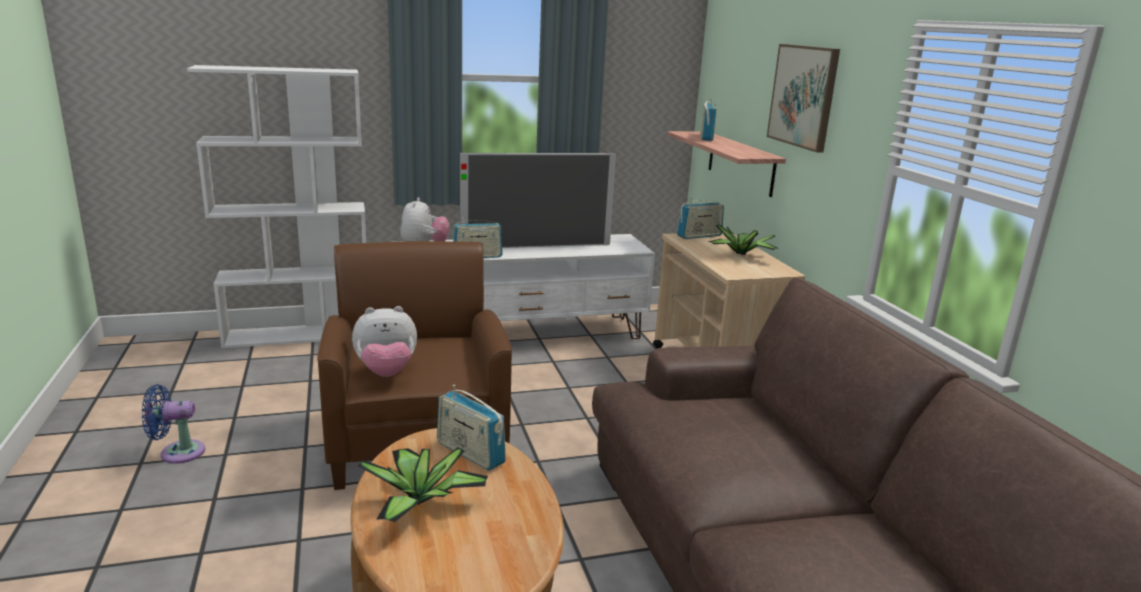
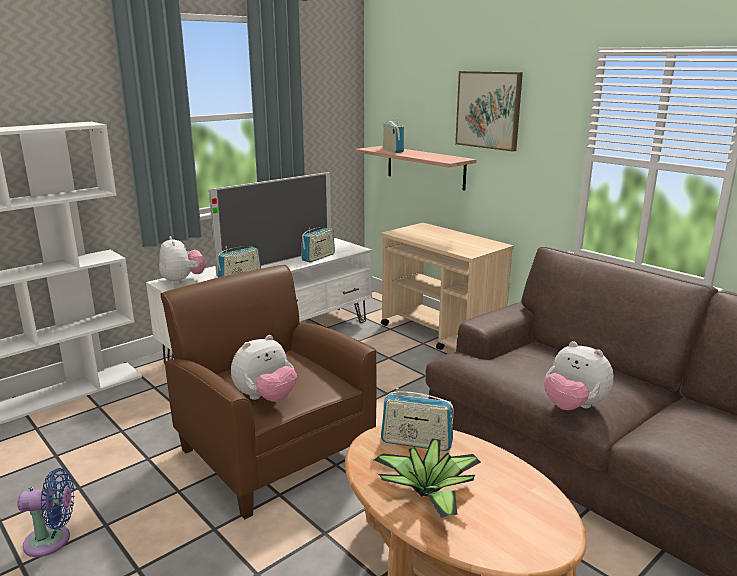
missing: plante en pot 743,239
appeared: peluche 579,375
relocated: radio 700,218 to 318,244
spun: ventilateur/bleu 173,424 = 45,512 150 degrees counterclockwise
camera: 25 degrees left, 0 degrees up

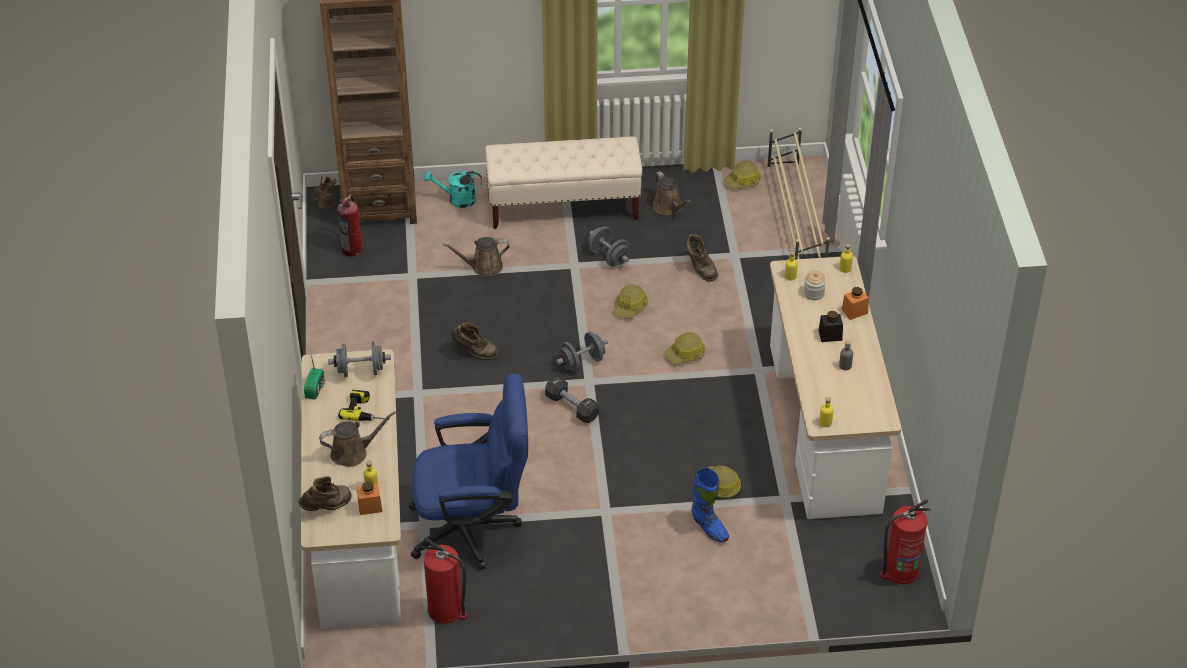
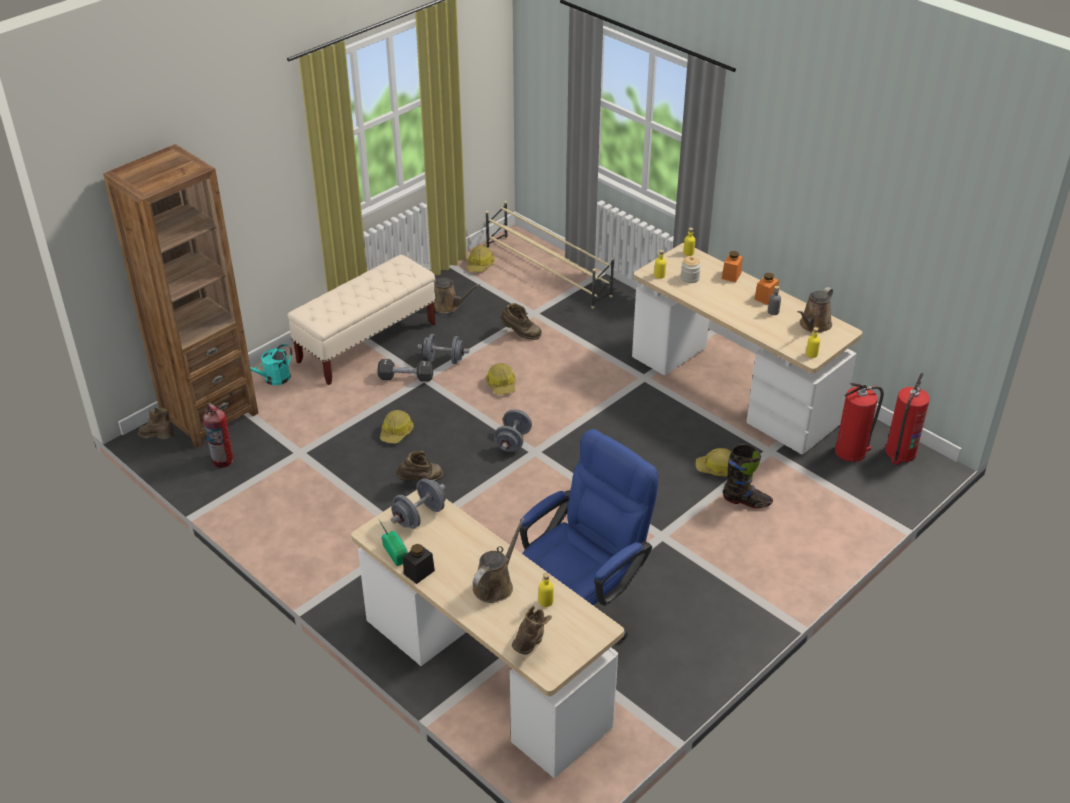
missing: perceuse 364,405
relocated: bocal/orange 369,498 to 766,289; extincteur 444,580 to 859,422; arrosoir/marron 476,256 to 815,310; haltère/noir 572,399 to 405,370; casque de chantier 684,348 to 397,427; bocal/noir 830,326 to 419,564
colour: botte/bleu 710,505 to botte/noir 748,476
camera: 40 degrees left, 5 degrees down

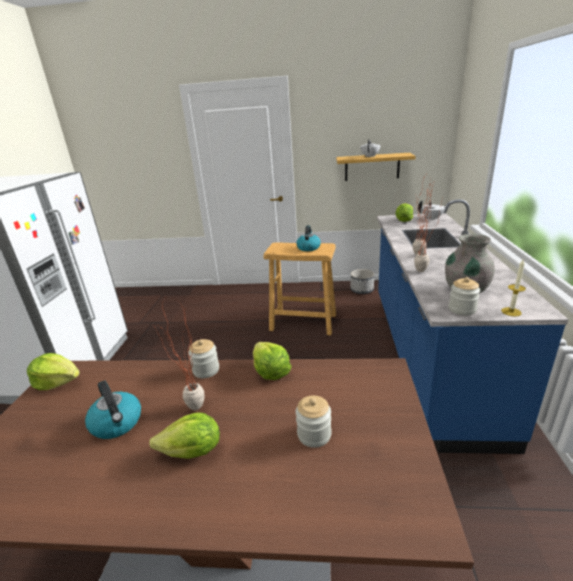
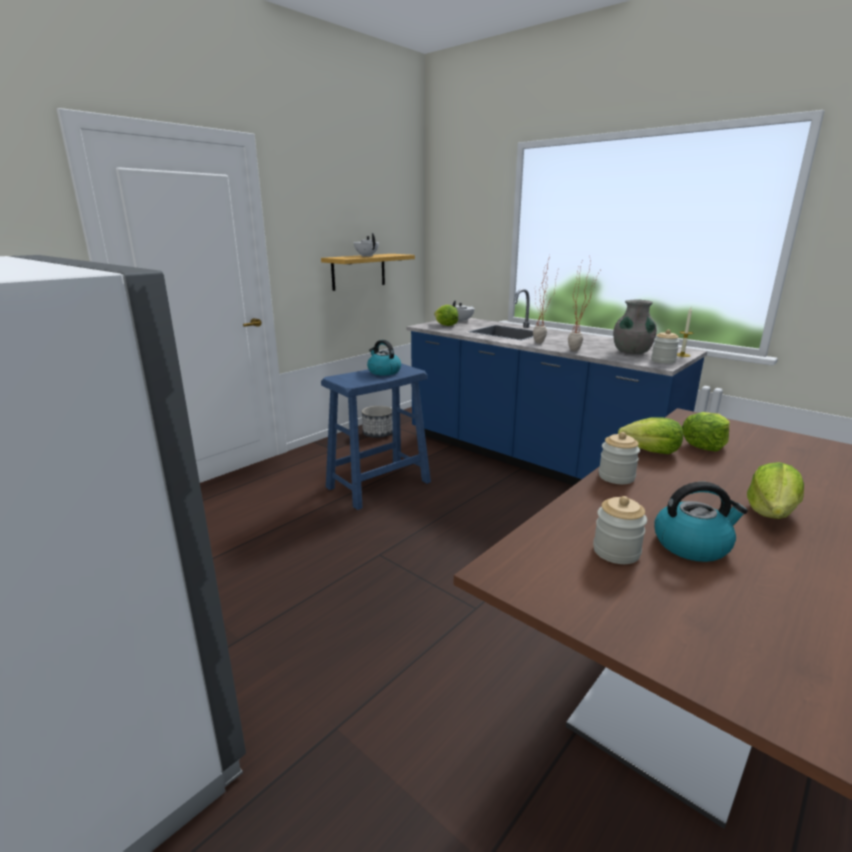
missing: plante en pot 178,354
relocated: laitue 53,371 to 705,431; bocal 314,421 to 620,530
colour: tabouret/beige 299,288 to tabouret/bleu 376,436
camera: 55 degrees left, 5 degrees down

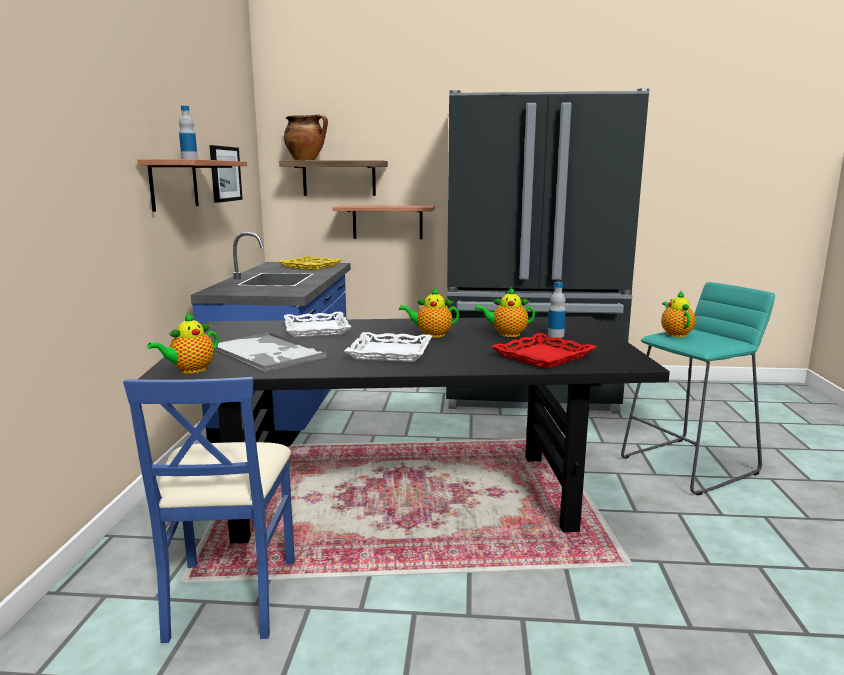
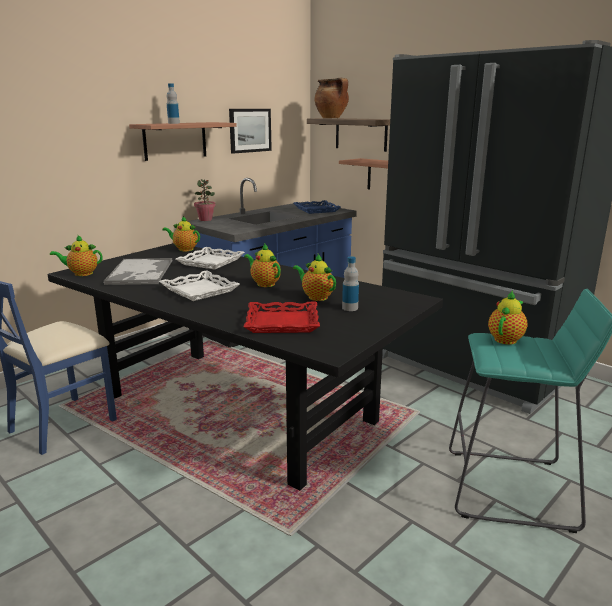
appeared: théière 181,233; plante en pot 205,200
colour: plateau/jaune 310,263 to plateau/bleu 317,207
camera: 40 degrees right, 5 degrees up

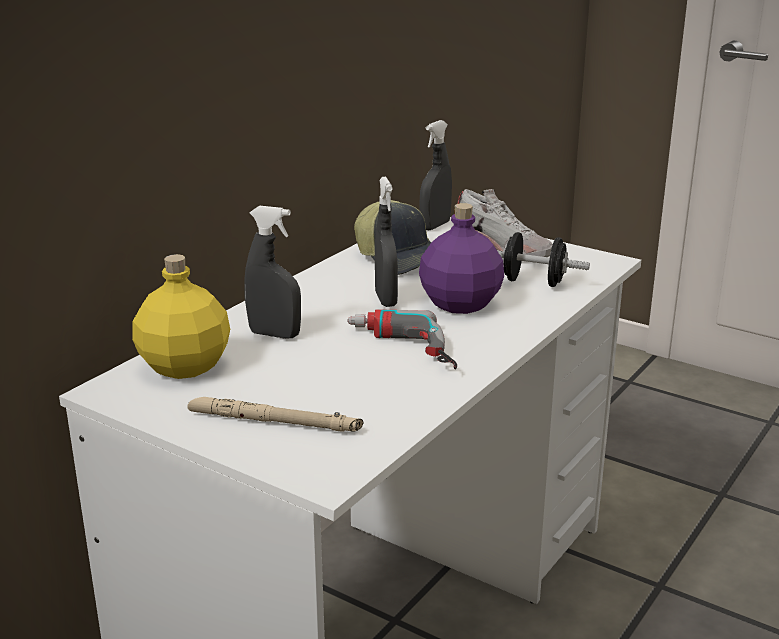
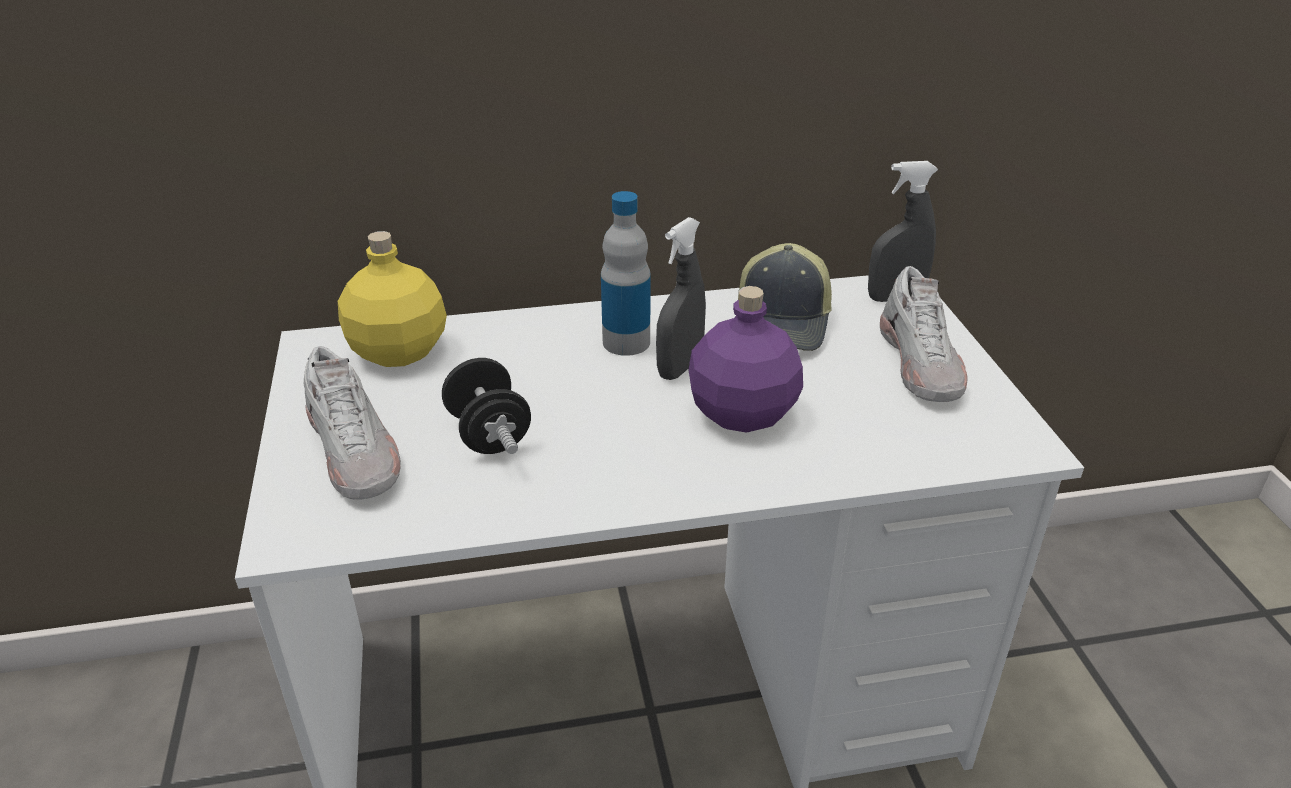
missing: vaporisateur/gris 272,272; perceuse 402,339
appeared: bouteille 626,273
relocated: haltère/noir 543,259 to 486,406
exchanged: lampe de poche/beige 275,414 to chaussure/blanc 352,423
camera: 45 degrees right, 10 degrees up

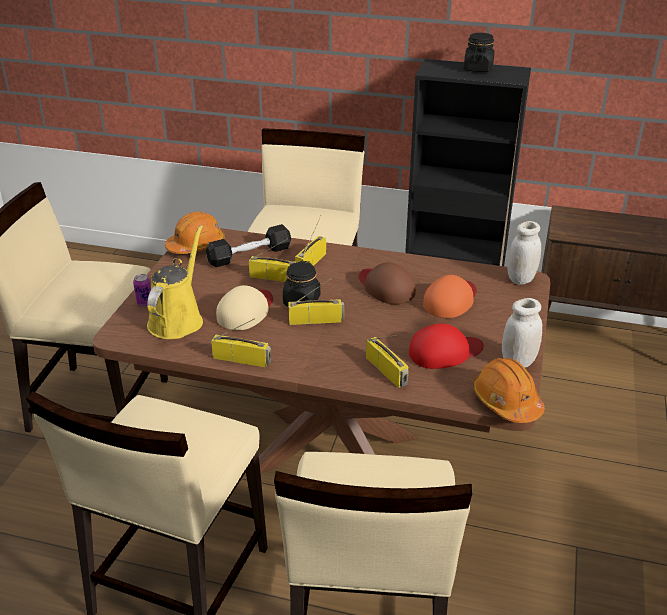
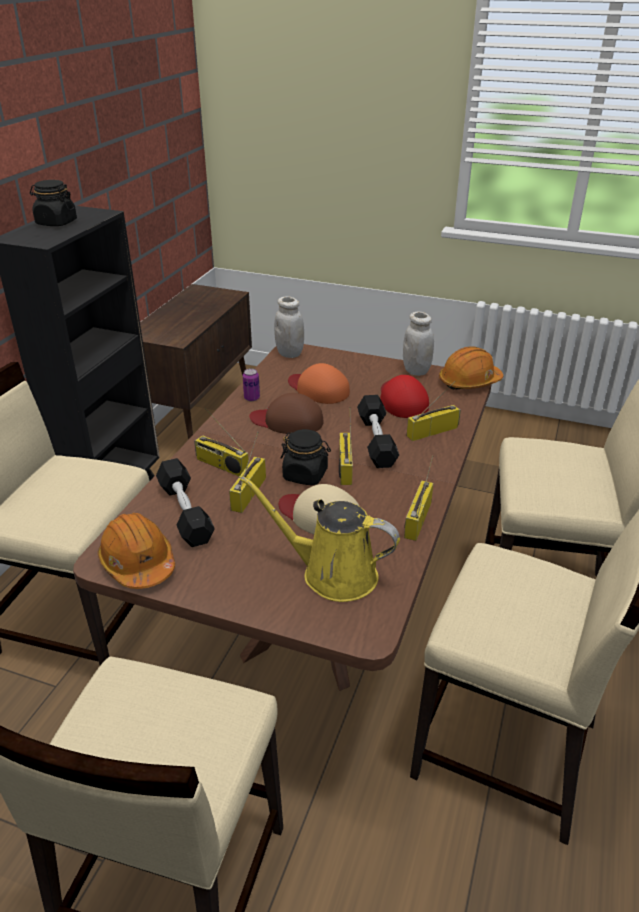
appeared: haltère/noir 378,431
relocated: boîte métallique 142,290 to 251,385
spun: casquette/marron 387,283 = 287,413 45 degrees clockwise
camera: 85 degrees left, 0 degrees up

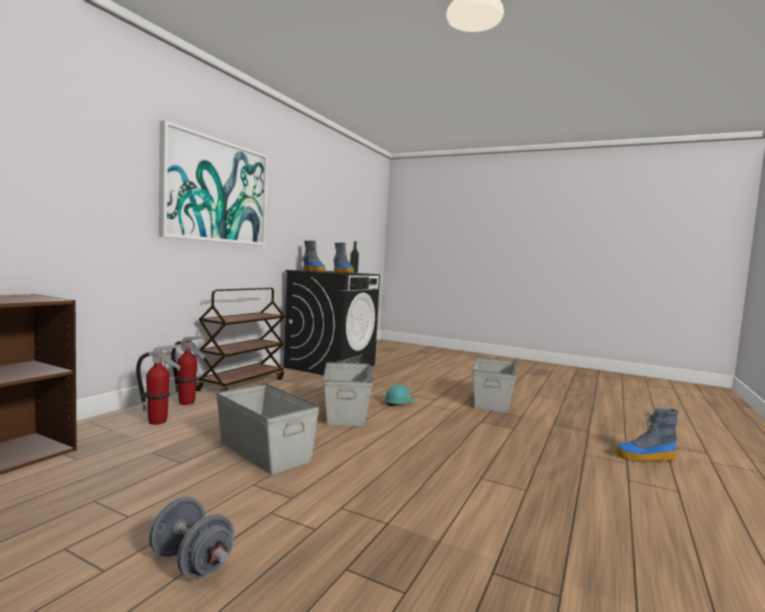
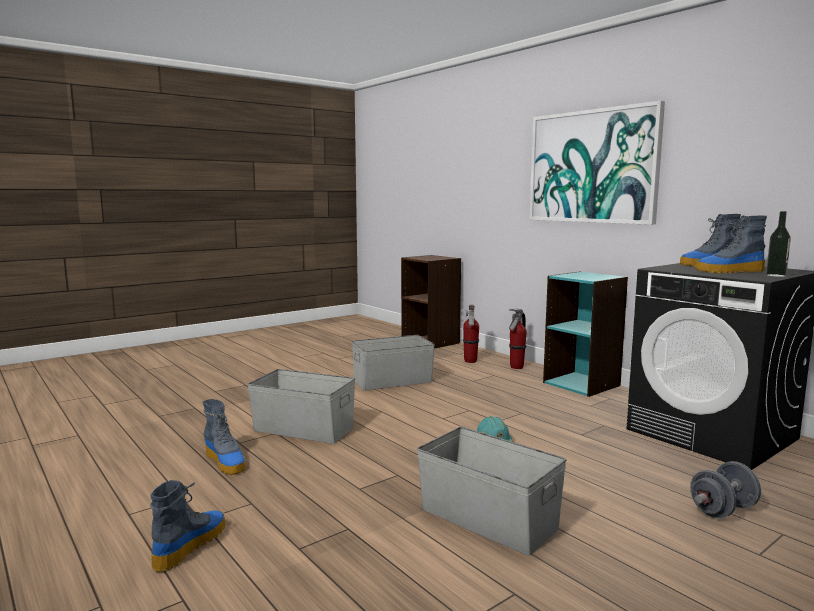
appeared: botte 224,437
relocated: haltère/gris 191,538 to 725,490; boîte de rangement/gris 348,394 to 301,406
exchanged: chariot/marron 240,339 to bibliothèque/turquoise 585,334
camera: 115 degrees right, 5 degrees up

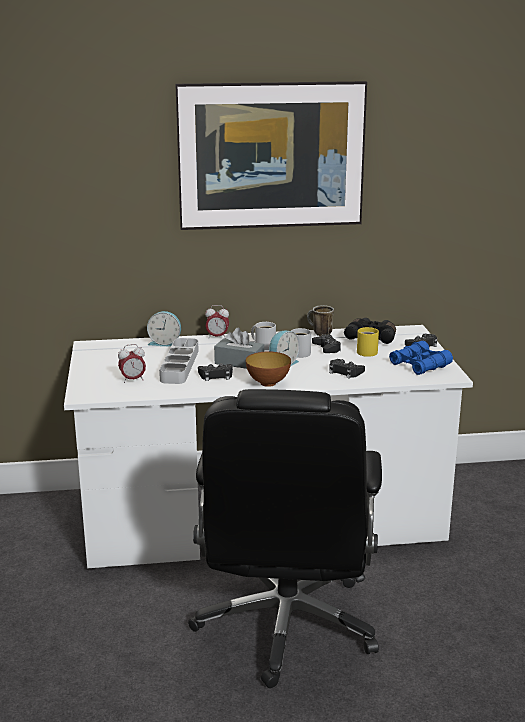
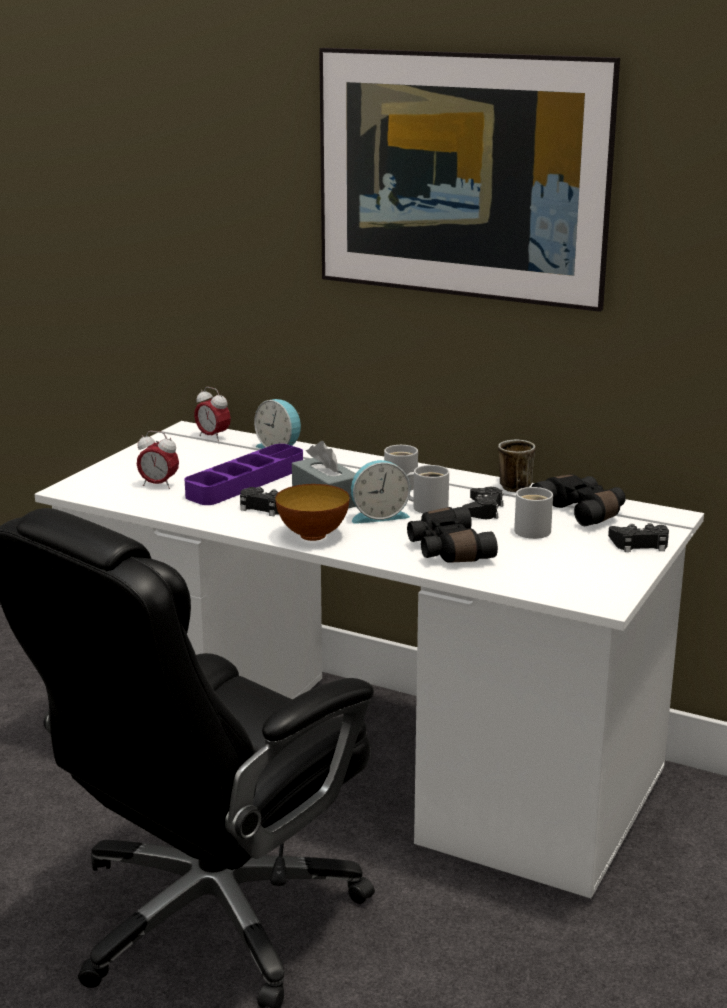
missing: jumelles/bleu 421,358
relocated: réveil 217,321 to 212,414
exchanged: manette/noir 347,369 to jumelles/noir 452,535
colour: plateau/gris 179,361 to plateau/violet 244,474; mug/jaune 368,342 to mug/blanc 533,513
camera: 35 degrees right, 0 degrees up

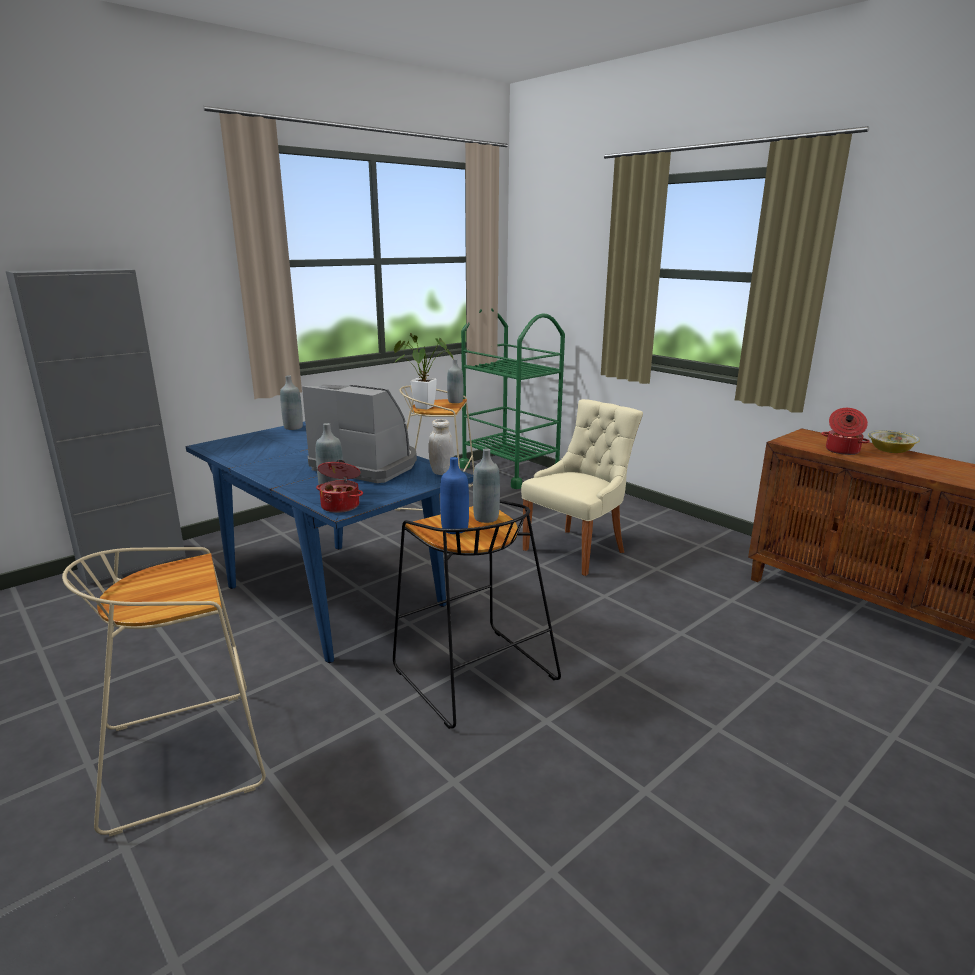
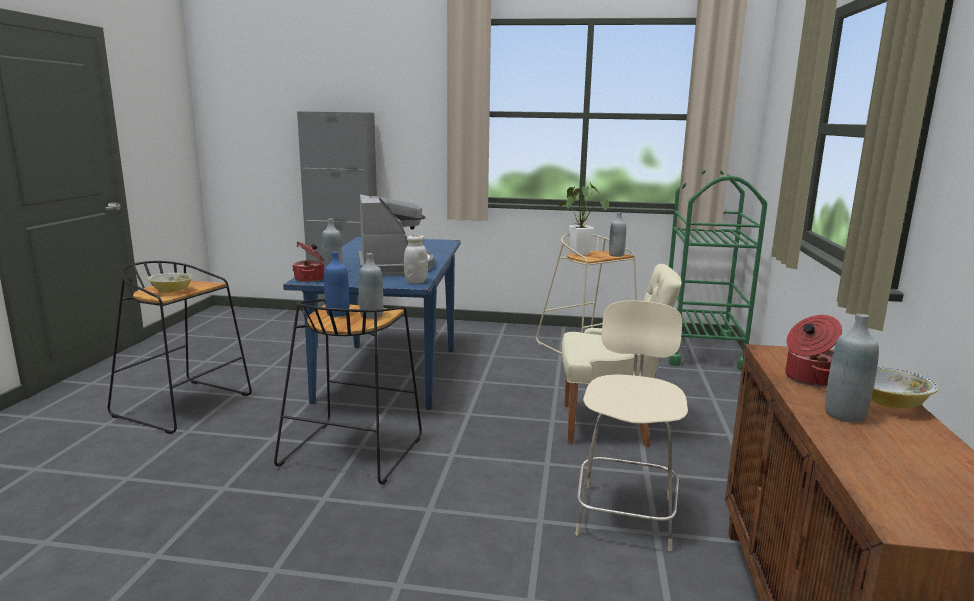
appeared: bol 170,282; chaise/beige 631,426
relocated: bouteille/gris 291,402 to 852,368
colour: tabouret/beige 164,692 to tabouret/noir 180,347
camera: 50 degrees right, 5 degrees down

